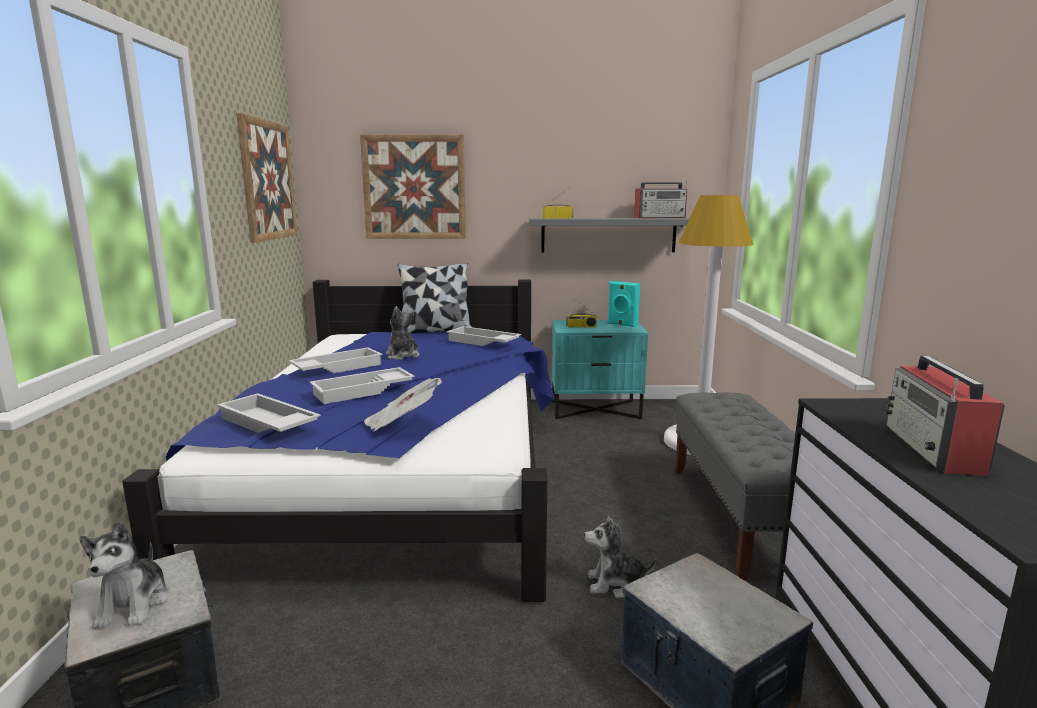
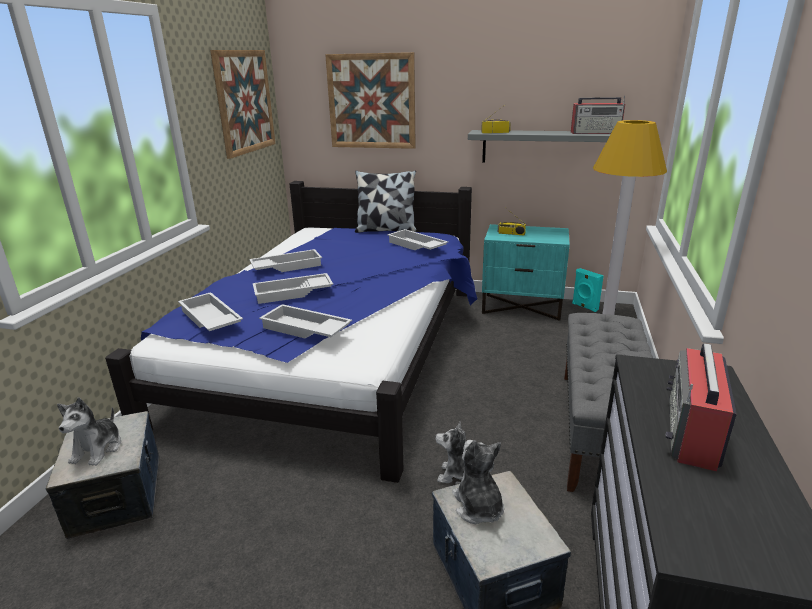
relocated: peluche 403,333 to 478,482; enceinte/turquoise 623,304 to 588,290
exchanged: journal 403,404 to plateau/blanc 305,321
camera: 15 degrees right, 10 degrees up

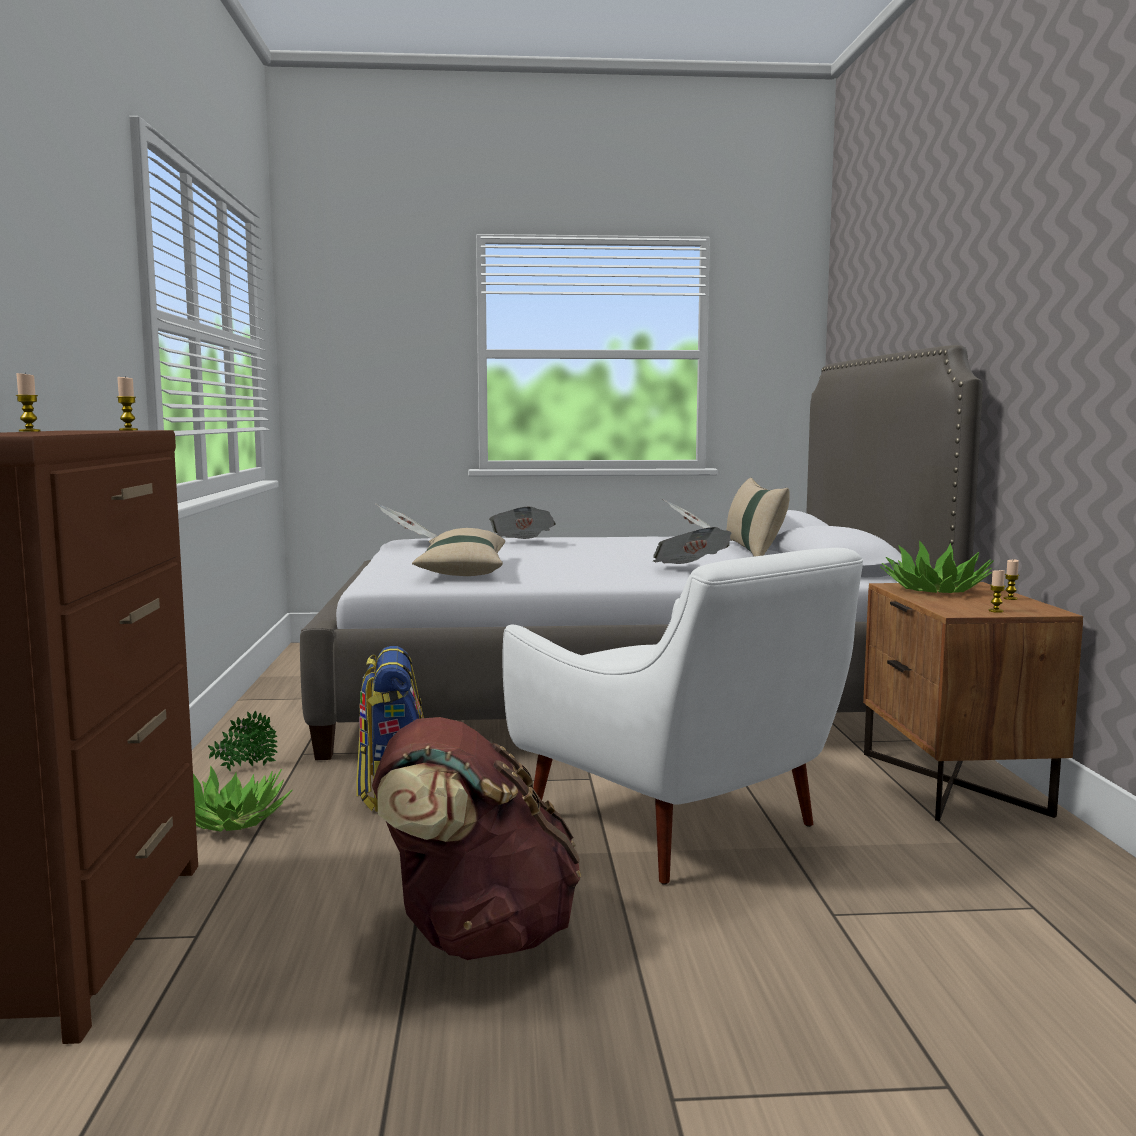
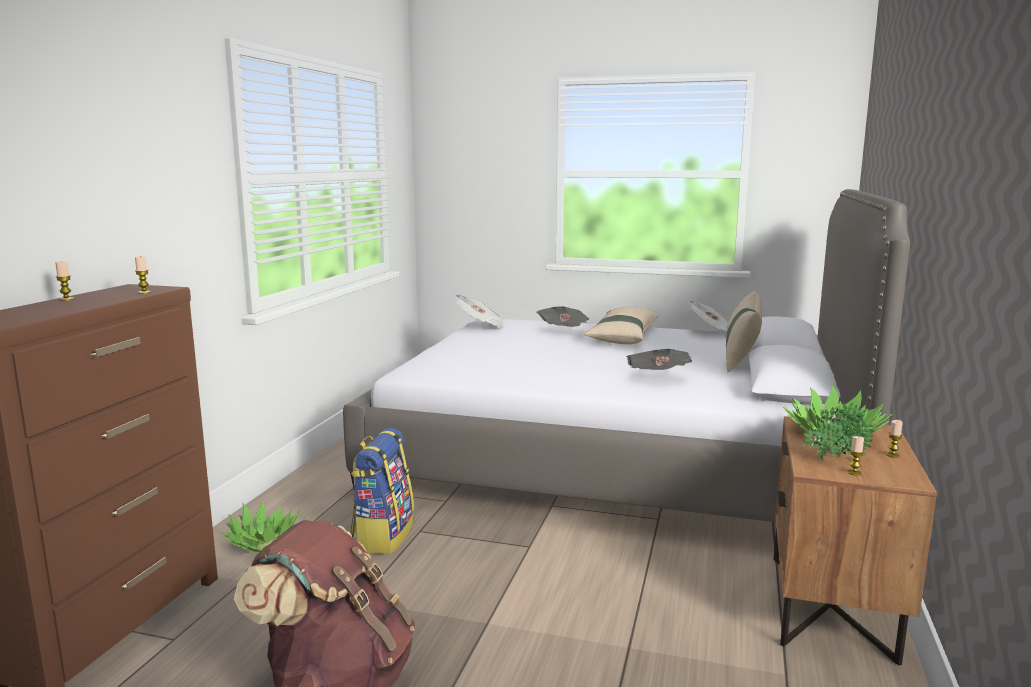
missing: fauteuil/blanc 683,716
relocated: plante en pot 243,741 to 838,431; coussin/beige 458,552 to 621,325
camera: 20 degrees right, 5 degrees up

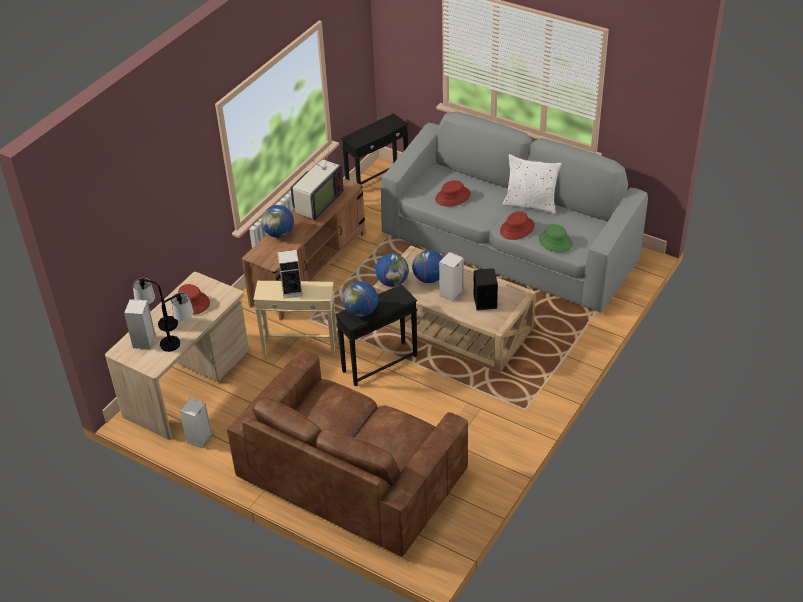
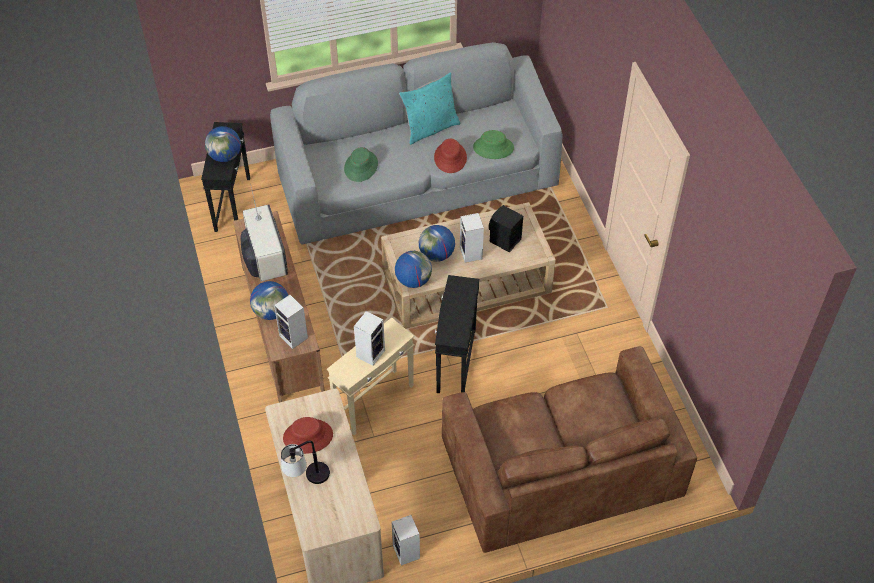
missing: lampe de table 177,322
relocated: enceinte 140,324 to 291,322; globe 360,299 to 223,144
colour: chapeau/rouge 453,193 to chapeau/vert 361,164; coussin/blanc 532,184 to coussin/turquoise 429,109
camera: 50 degrees left, 10 degrees up

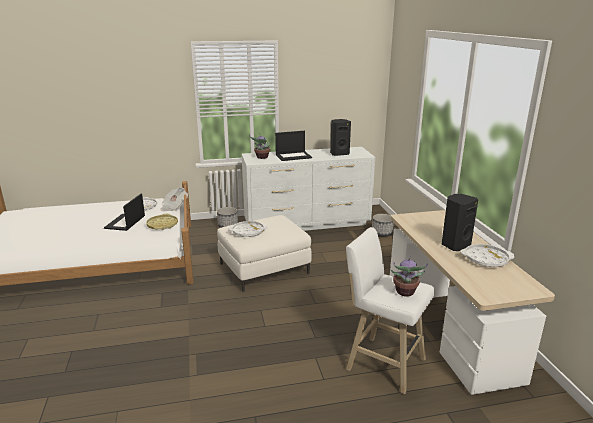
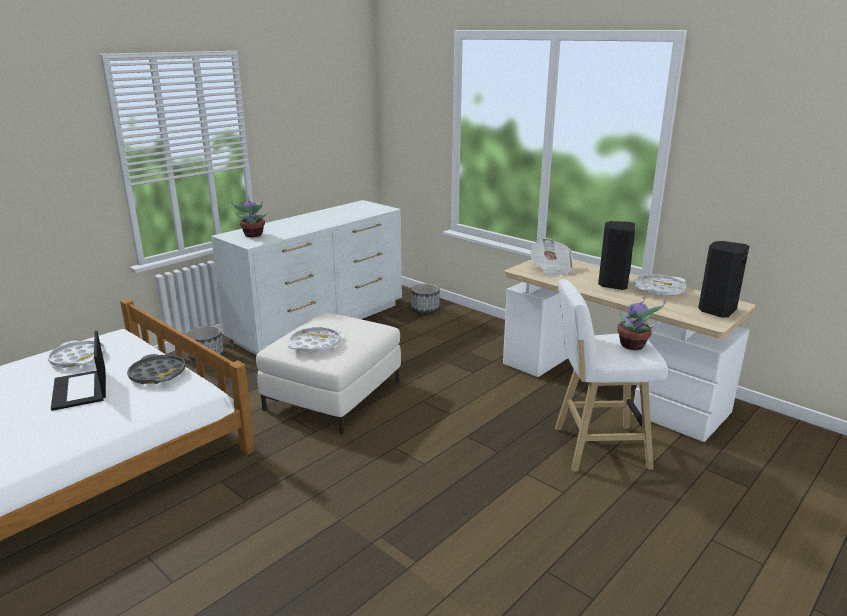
missing: ordinateur portable 293,146
relocated: journal 174,199 to 551,258; enceinte/noir 340,137 to 723,279
colour: plateau/jaune 162,222 to plateau/gris 156,369
camera: 35 degrees left, 0 degrees up

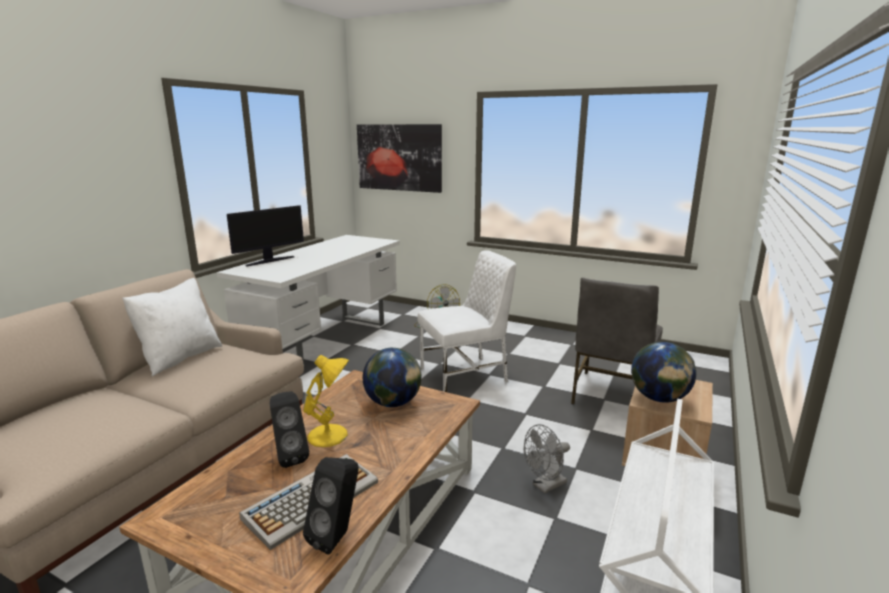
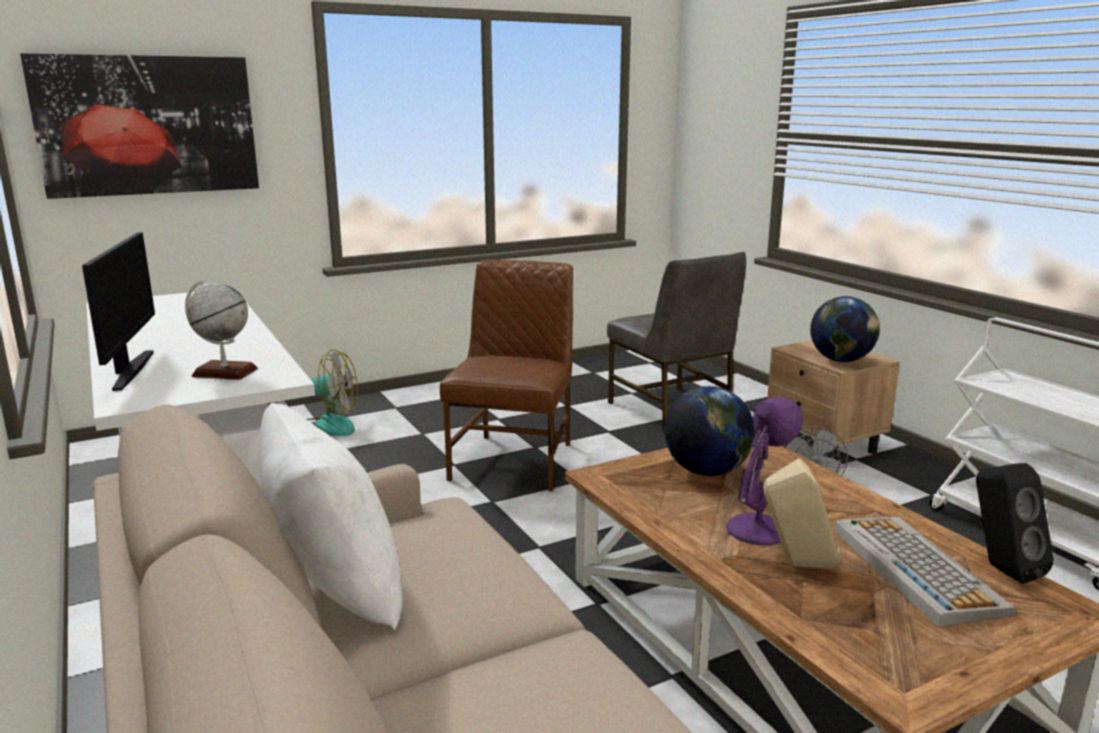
appeared: globe 221,330
colour: enceinte/noir 289,429 to enceinte/beige 802,513; lampe de table/jaune 326,401 to lampe de table/violet 764,471; chaise/blanc 466,321 to chaise/marron 506,375
camera: 55 degrees left, 0 degrees up

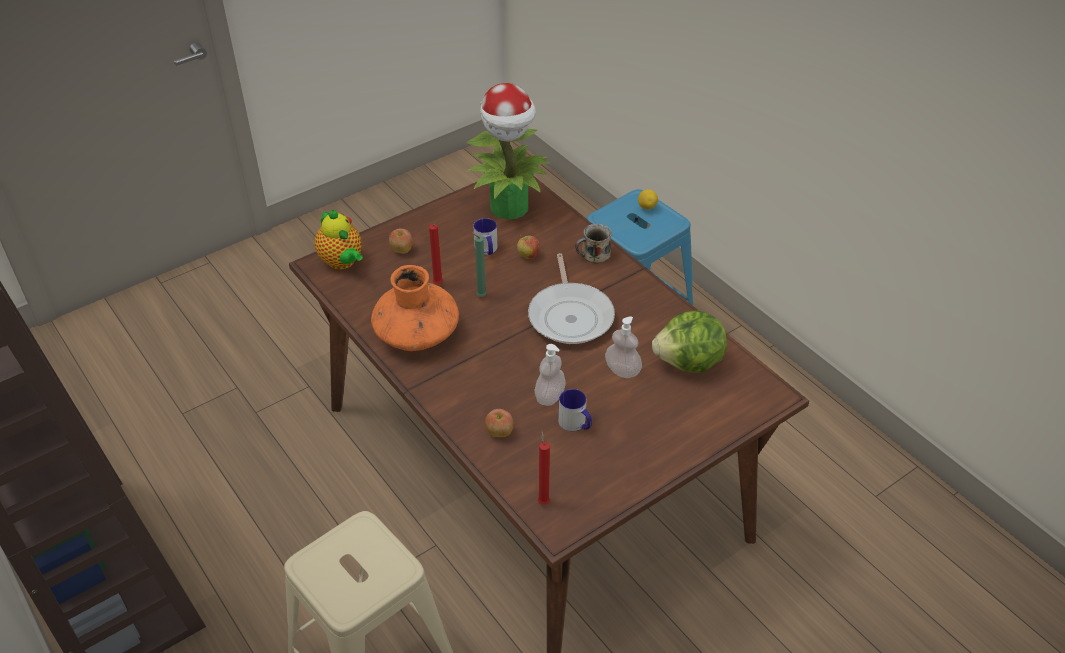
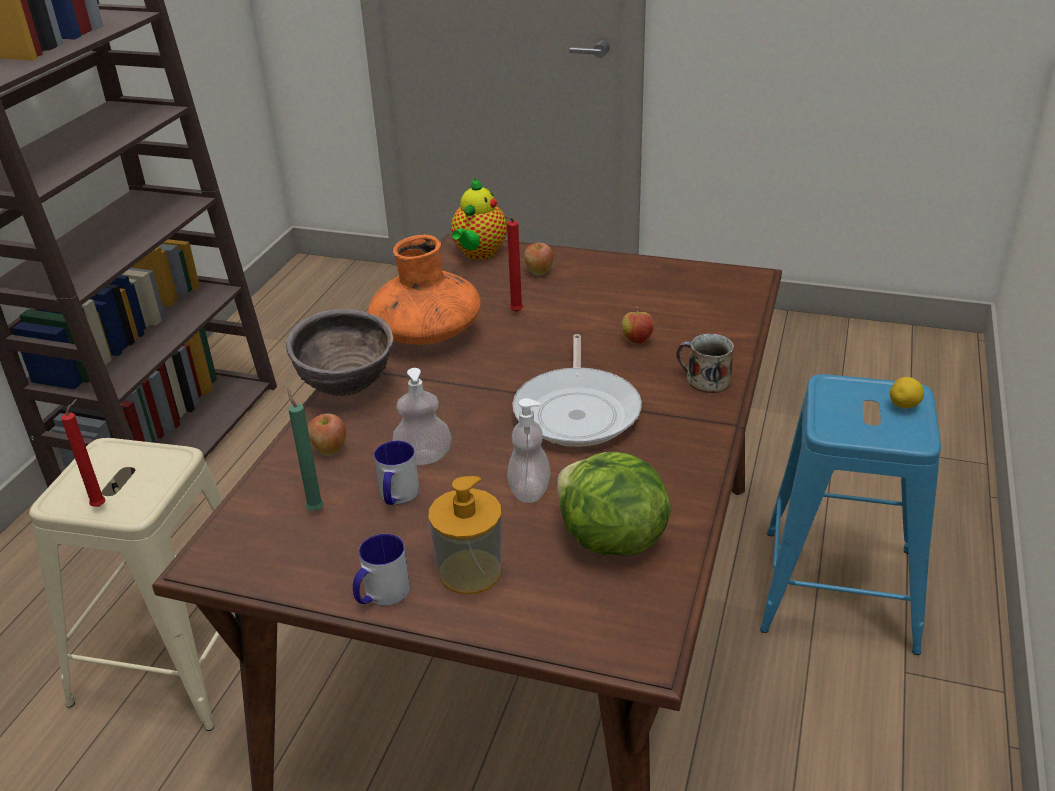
missing: plante en pot 507,151
appeared: bol/marron 340,352; distributeur de savon 464,535
relocated: bougie/vert 478,264 to 305,449; mug 485,236 to 381,570; bougie/rouge 544,468 to 83,453
spun: poêle 571,298 = 577,390 45 degrees counterclockwise
camera: 55 degrees right, 10 degrees down

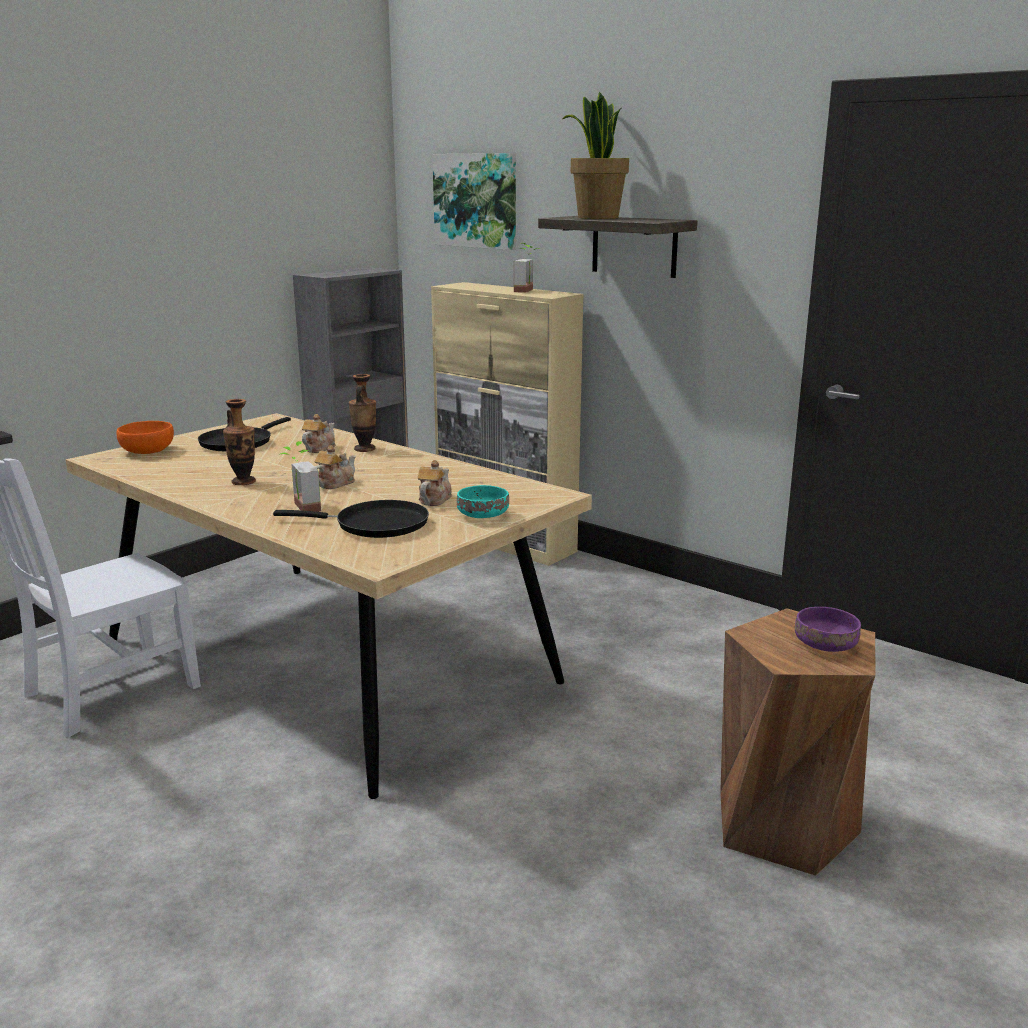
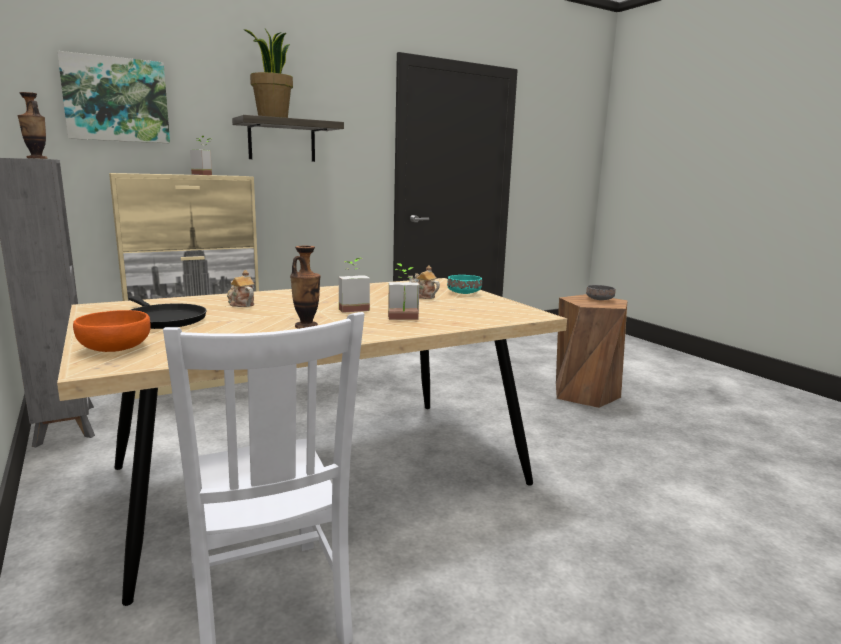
missing: poêle/noir 351,519
relocated: vase 362,413 to 33,125
exchanged: théière 335,467 to plante en pot 354,285
colour: bol/violet 828,629 to bol/gris 601,292
camera: 70 degrees left, 5 degrees down

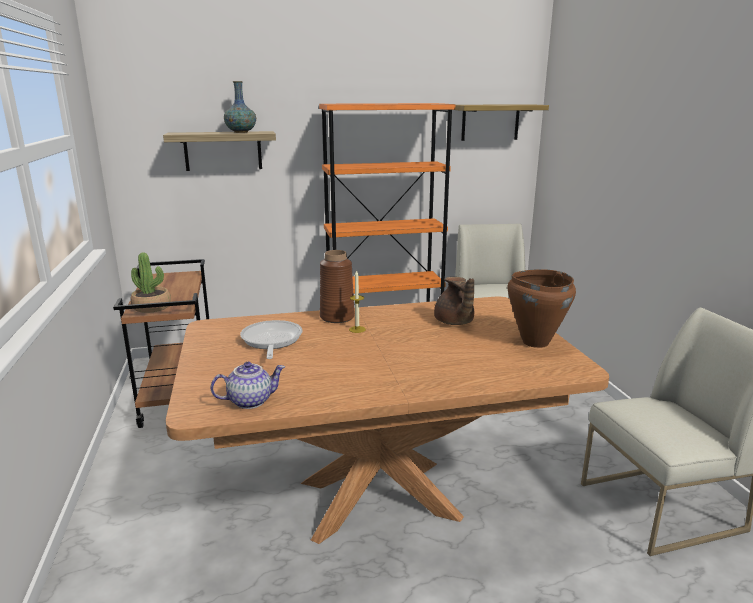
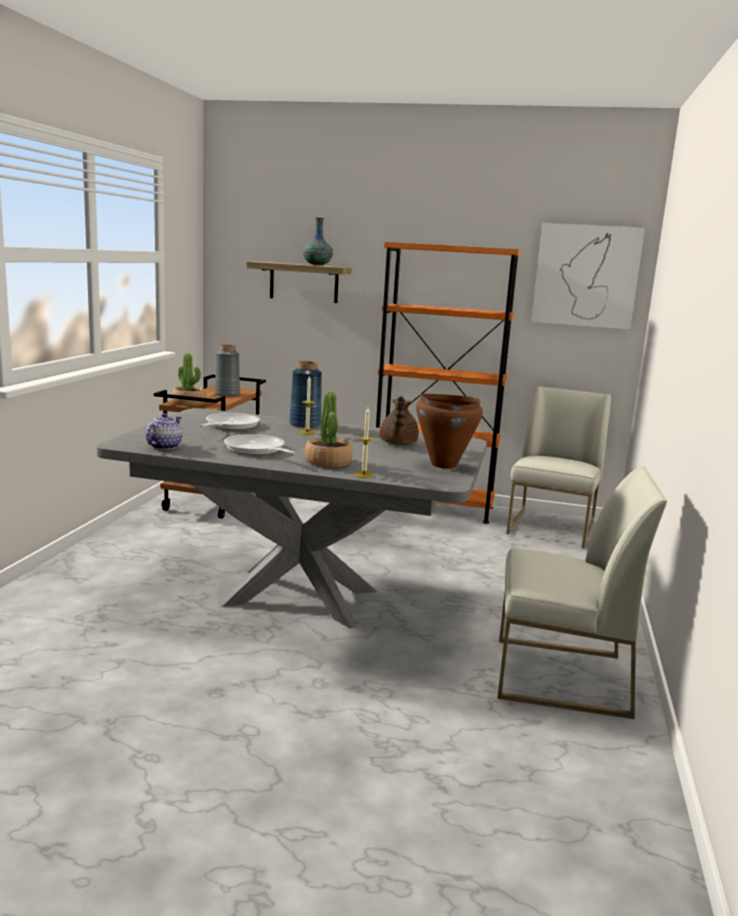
appeared: vase/gris 227,371; poêle 260,444; plante en pot 329,429; bougie 364,443
exchanged: étagère 502,122 to tableau 588,276
colour: table à manger/marron 387,420 to table à manger/gris 292,518; vase/marron 337,286 to vase/bleu 305,394
spun: théière 248,385 = 164,431 75 degrees counterclockwise
camera: 25 degrees right, 5 degrees down

